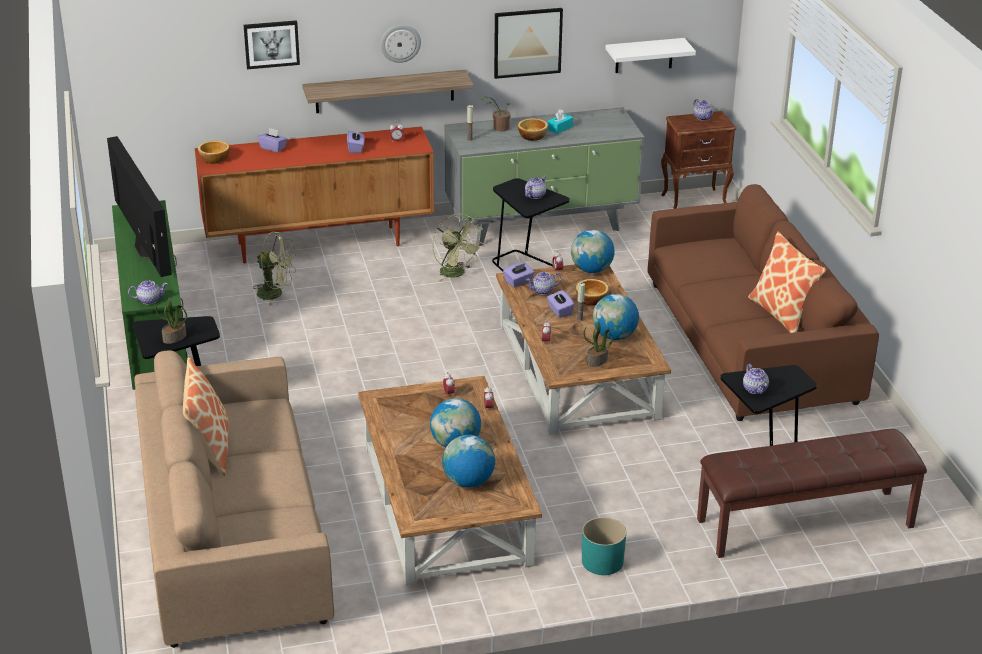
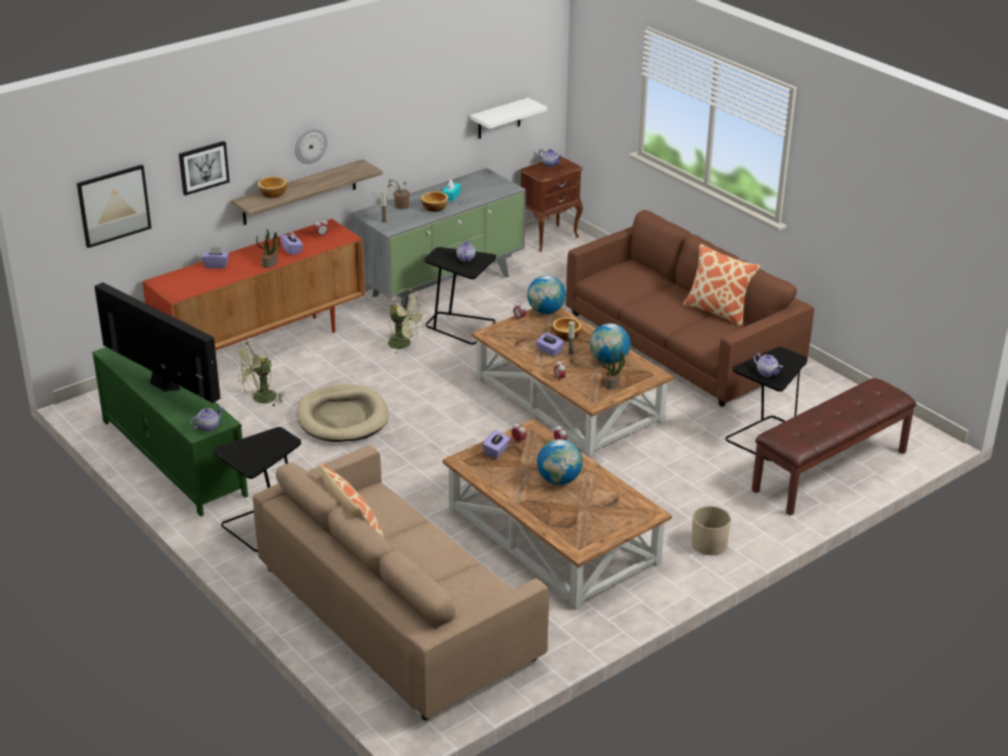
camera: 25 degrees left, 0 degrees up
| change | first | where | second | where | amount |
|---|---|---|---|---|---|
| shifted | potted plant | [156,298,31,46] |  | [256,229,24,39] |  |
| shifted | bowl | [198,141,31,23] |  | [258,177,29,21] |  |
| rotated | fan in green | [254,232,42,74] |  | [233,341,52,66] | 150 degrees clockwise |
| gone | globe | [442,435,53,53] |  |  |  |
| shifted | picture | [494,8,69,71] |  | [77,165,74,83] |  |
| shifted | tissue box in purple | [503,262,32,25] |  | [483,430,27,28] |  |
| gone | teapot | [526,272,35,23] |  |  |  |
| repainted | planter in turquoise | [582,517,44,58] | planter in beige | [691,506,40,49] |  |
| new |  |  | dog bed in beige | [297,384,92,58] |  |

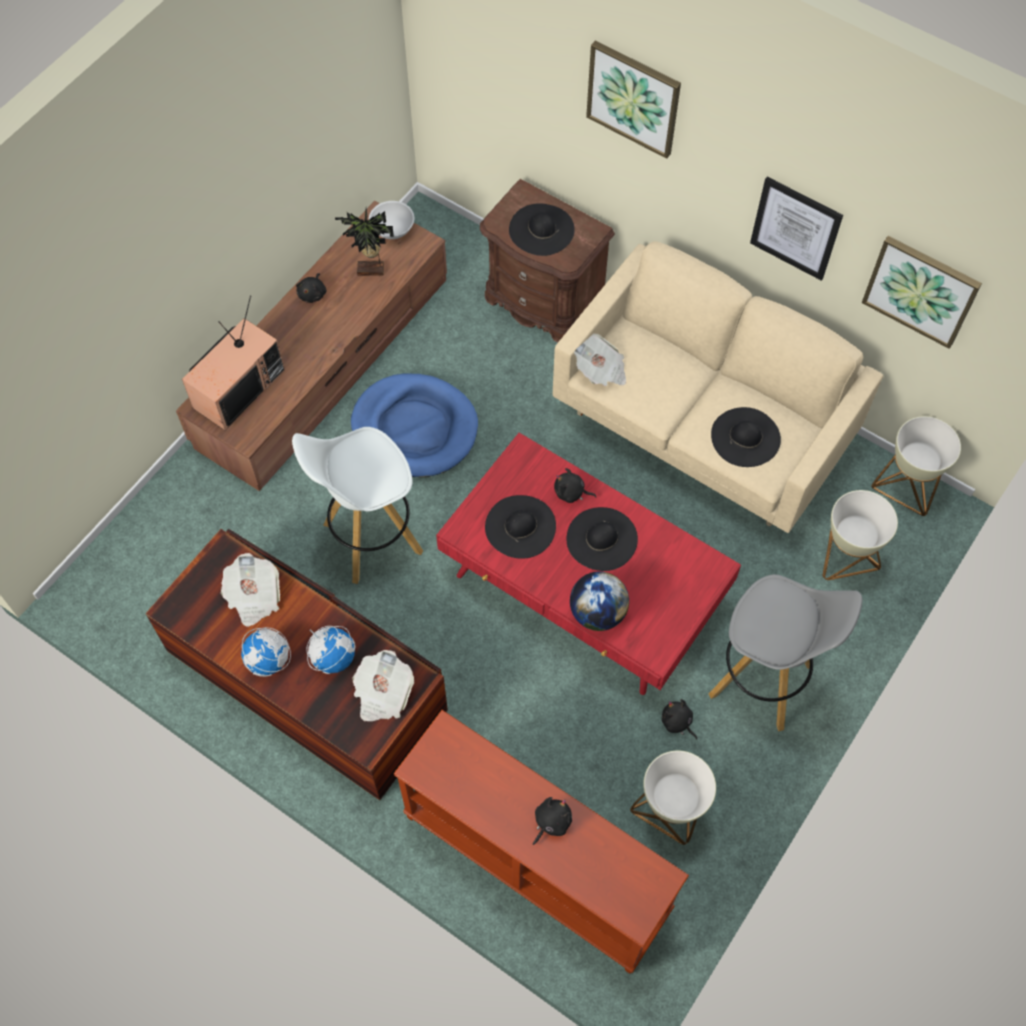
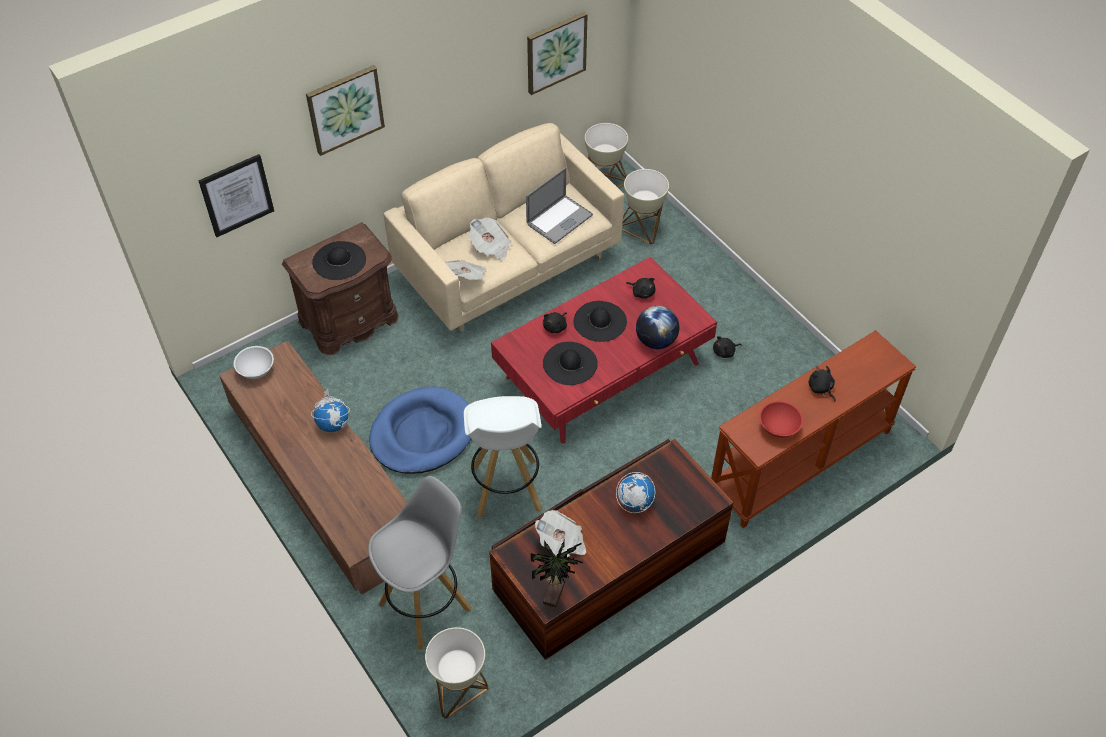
camera: 70 degrees left, 10 degrees down
| change | first | where | second | where | amount |
|---|---|---|---|---|---|
| gone | television | [182,295,103,136] |  |  |  |
| shifted | globe | [241,627,50,50] |  | [311,388,39,44] |  |
| shifted | plush toy in black | [296,273,31,30] |  | [626,278,29,21] |  |
| shifted | potted plant | [335,208,59,68] |  | [531,539,52,69] |  |
| shifted | newspaper | [352,650,62,71] |  | [468,217,44,43] |  |
| shifted | planter | [630,751,86,94] |  | [425,627,64,91] |  |
| shifted | stool in grey | [709,574,153,157] |  | [368,476,103,174] |  |
| swapped | hat in black | [711,407,70,60] | laptop | [526,168,67,76] |  |
| shifted | picture | [750,177,93,104] |  | [198,154,76,83] |  |
| new |  |  | bowl in red | [759,401,44,37] |  |

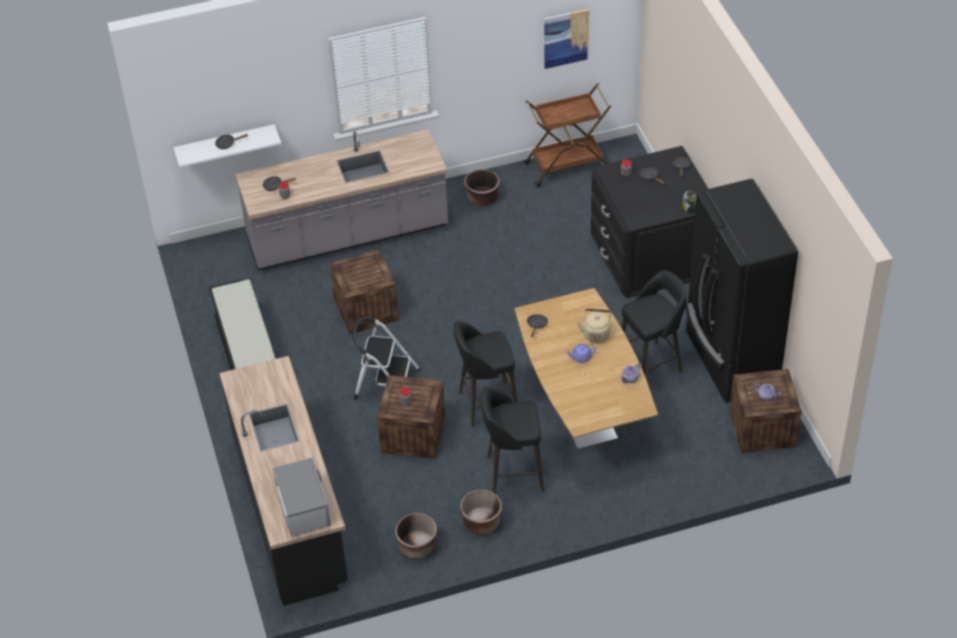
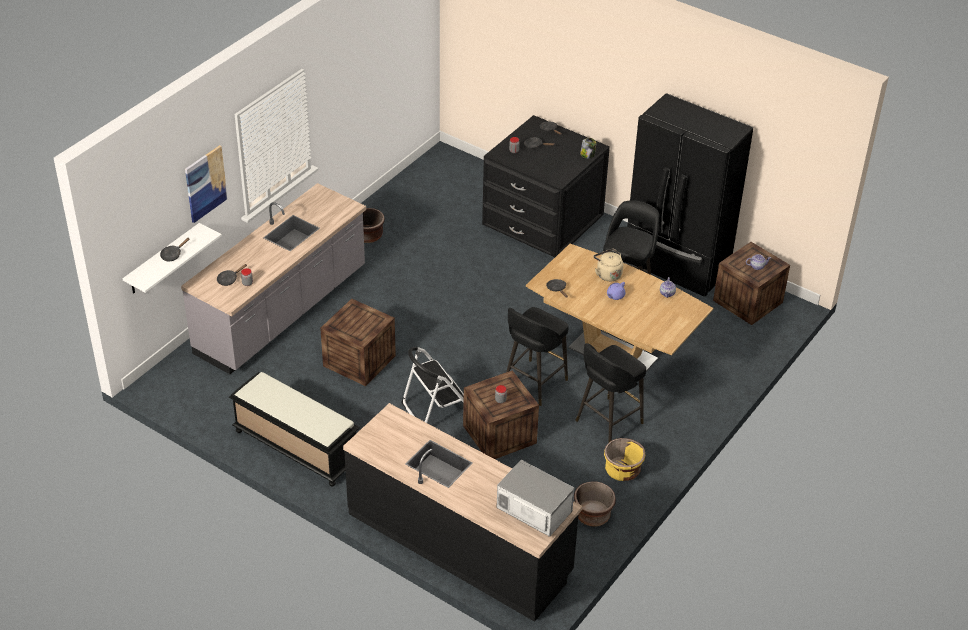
camera: 40 degrees left, 5 degrees down
| change | first | where | second | where | amount |
|---|---|---|---|---|---|
| repainted | planter in brown | [460,489,43,46] | planter in yellow | [604,438,41,43] |  |
| gone | cart in brown | [522,83,90,105] |  |  |  |
| shifted | picture | [544,9,45,60] |  | [185,145,43,78] |  |

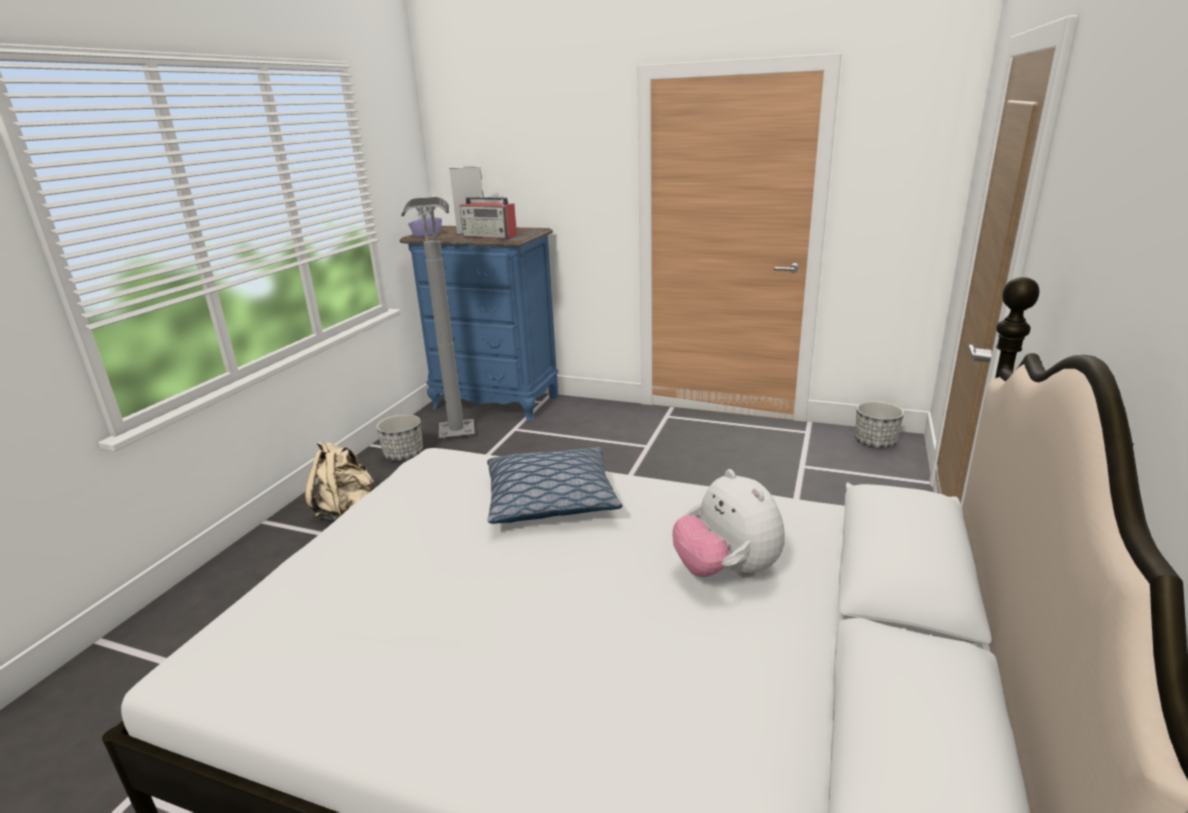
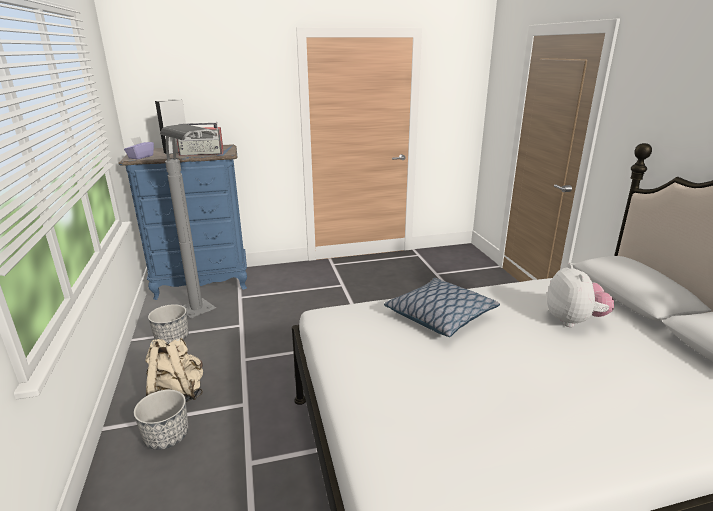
camera: 35 degrees left, 0 degrees up
| change | first | where | second | where | amount |
|---|---|---|---|---|---|
| rotated | plush toy | [672,469,113,109] |  | [547,263,67,64] | 120 degrees counterclockwise |
| shifted | planter | [855,401,49,48] |  | [134,390,55,60] |  |

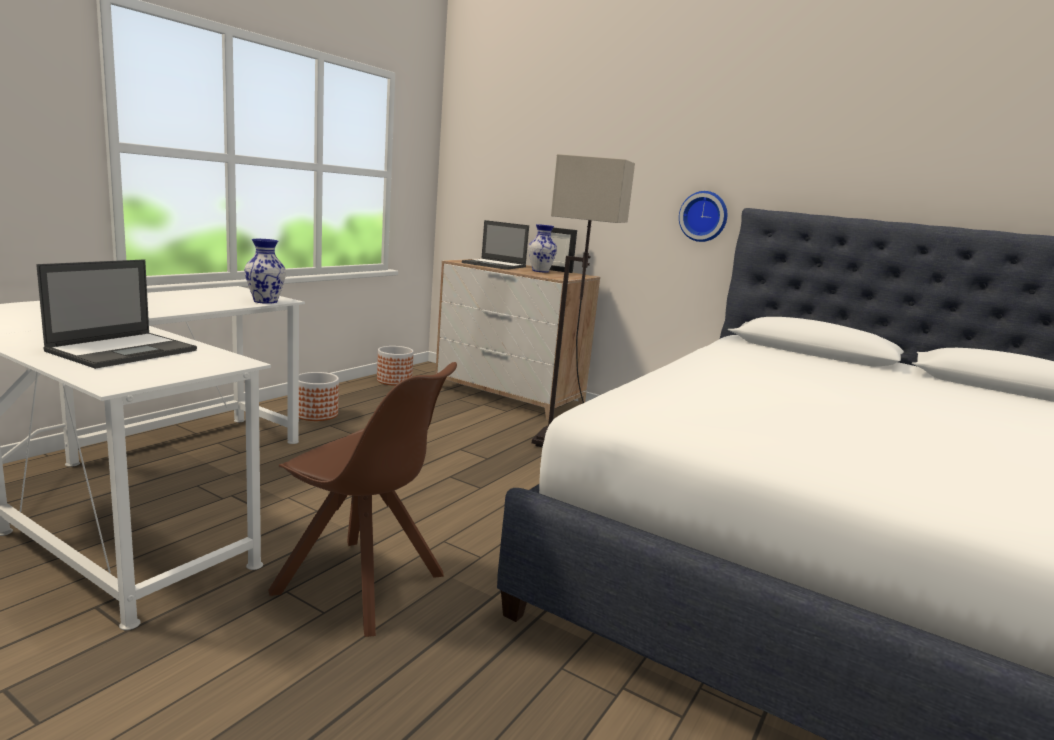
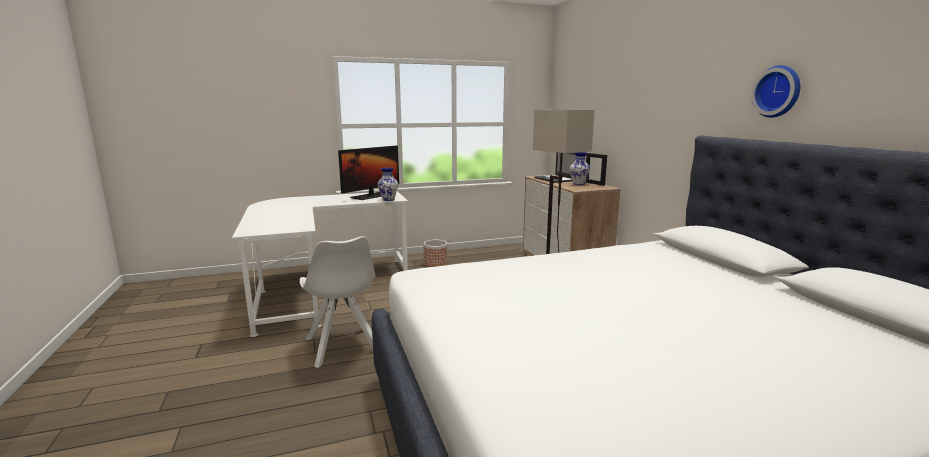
camera: 40 degrees right, 0 degrees up
| change | first | where | second | where | amount |
|---|---|---|---|---|---|
| gone | laptop | [36,259,161,110] |  |  |  |
| repainted | chair in brown | [268,362,189,275] | chair in white | [300,236,76,132] |  |
| gone | planter | [377,346,37,40] |  |  |  |
| shifted | wall clock | [679,191,48,51] |  | [751,65,49,53] |  |
| new |  |  | monitor | [338,146,61,54] |  |

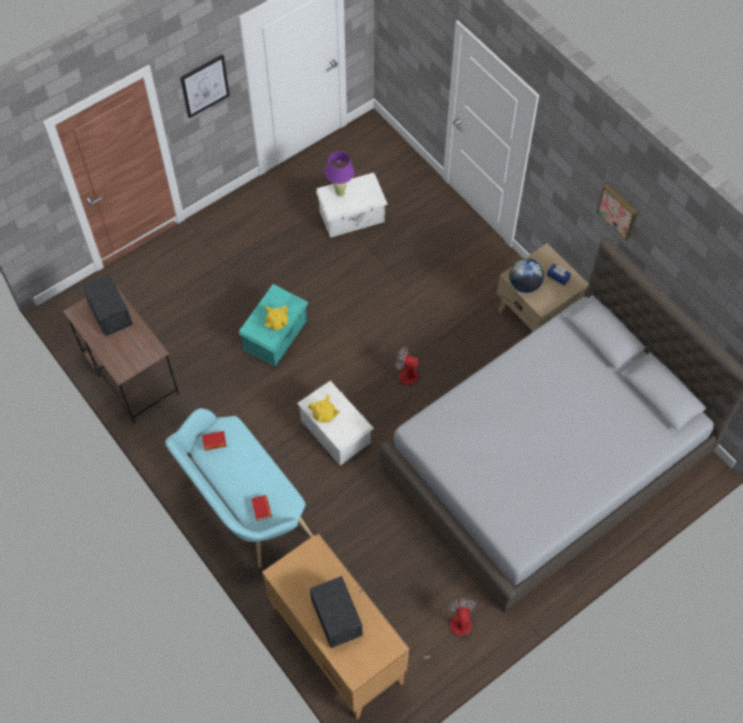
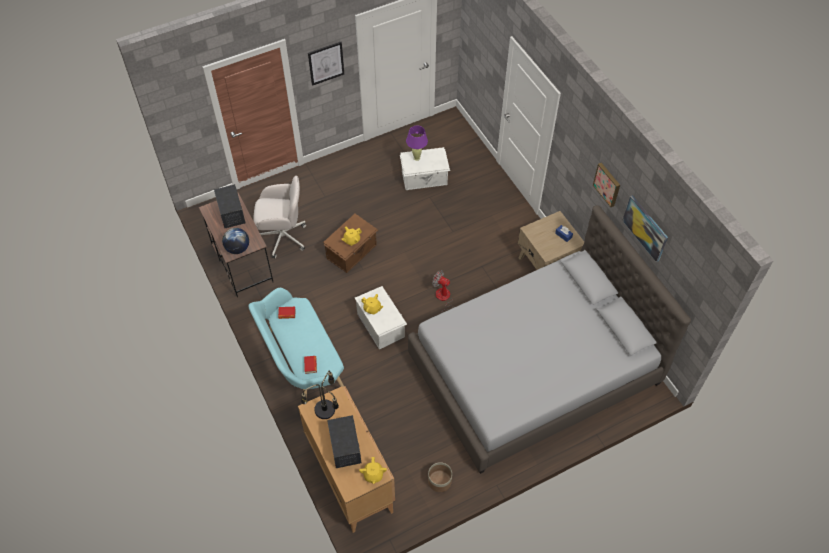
camera: 10 degrees right, 5 degrees down
| change | first | where | second | where | amount |
|---|---|---|---|---|---|
| repainted | storage box in turquoise | [239,284,70,82] | storage box in brown | [323,214,55,59] |  |
| swapped | fan | [424,598,52,61] | planter | [428,462,24,30] |  |
| shifted | globe | [509,258,35,35] |  | [222,228,27,26] |  |
| new |  |  | office chair in white | [254,176,52,82] |  |
| new |  |  | table lamp | [301,370,38,49] |  |
| new |  |  | teapot in yellow | [359,457,28,27] |  |
| new |  |  | picture | [622,195,46,67] |  |

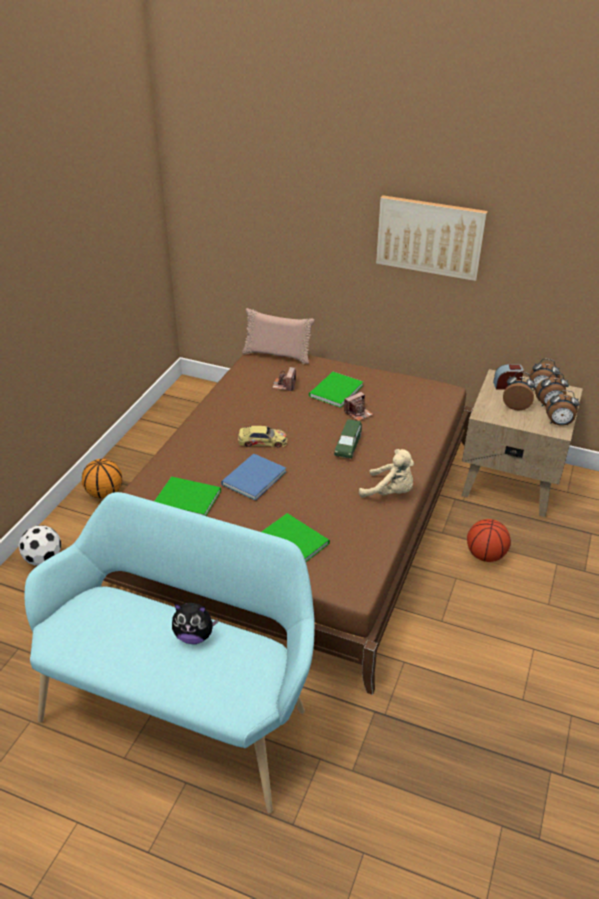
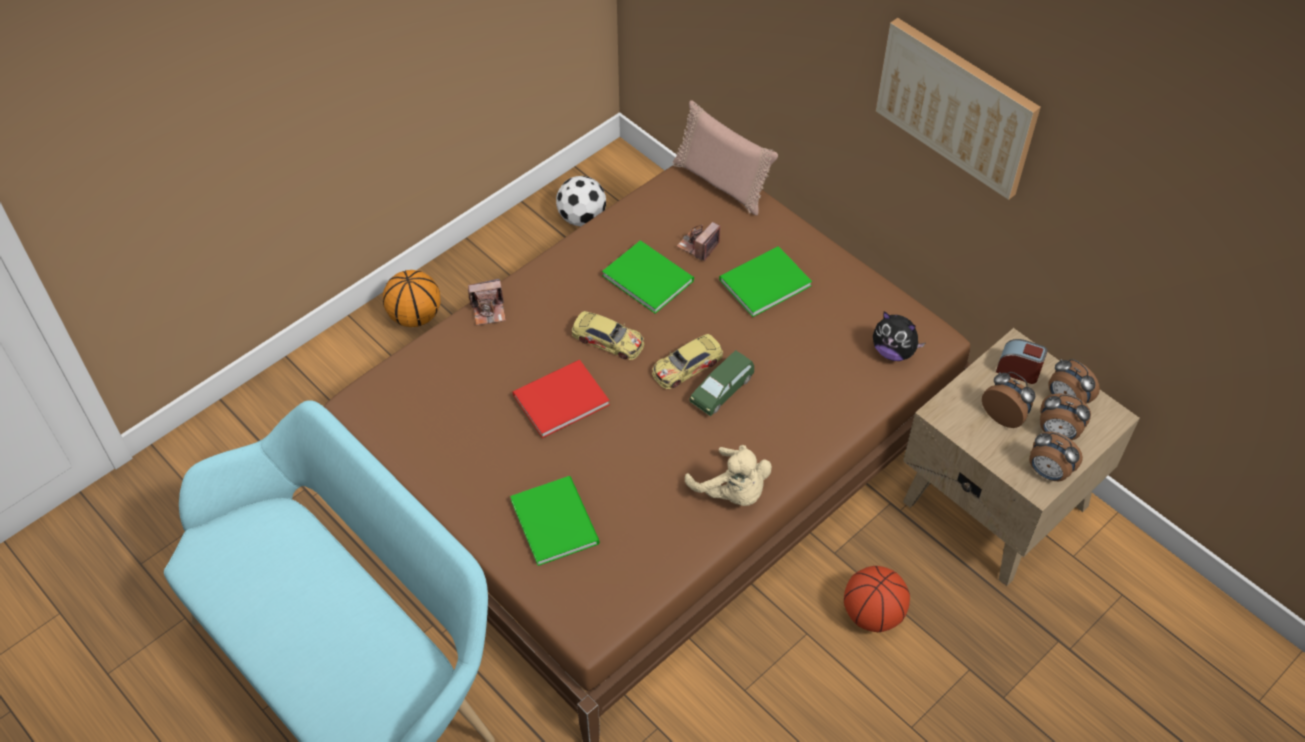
camera: 25 degrees right, 15 degrees up
| change | first | where | second | where | amount |
|---|---|---|---|---|---|
| shifted | football | [19,526,42,40] |  | [556,176,50,50] |  |
| shifted | book in green | [155,476,66,40] |  | [602,240,92,74] |  |
| shifted | plush toy | [172,603,46,41] |  | [873,311,52,50] |  |
| repainted | book in blue | [221,453,65,48] | book in red | [512,360,98,78] |  |
| shifted | photo camera | [344,391,29,30] |  | [468,279,38,46] |  |
| new |  |  | toy car | [652,334,71,55] |  |

